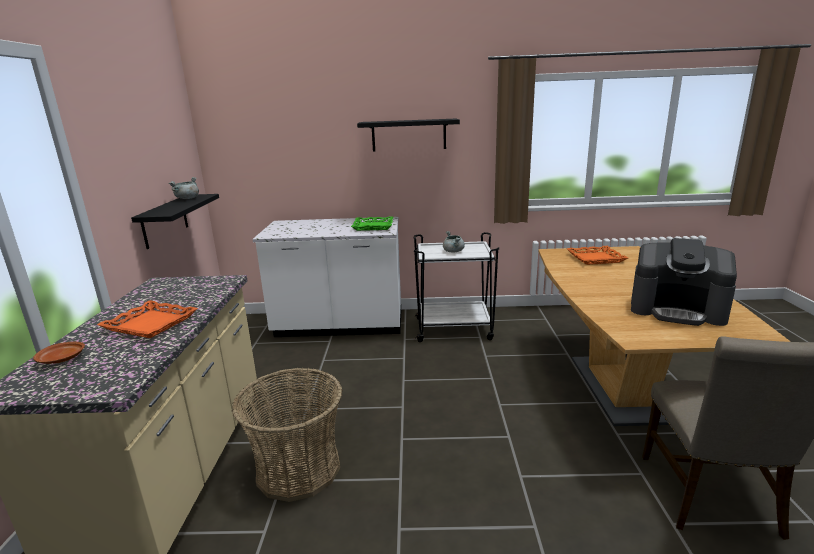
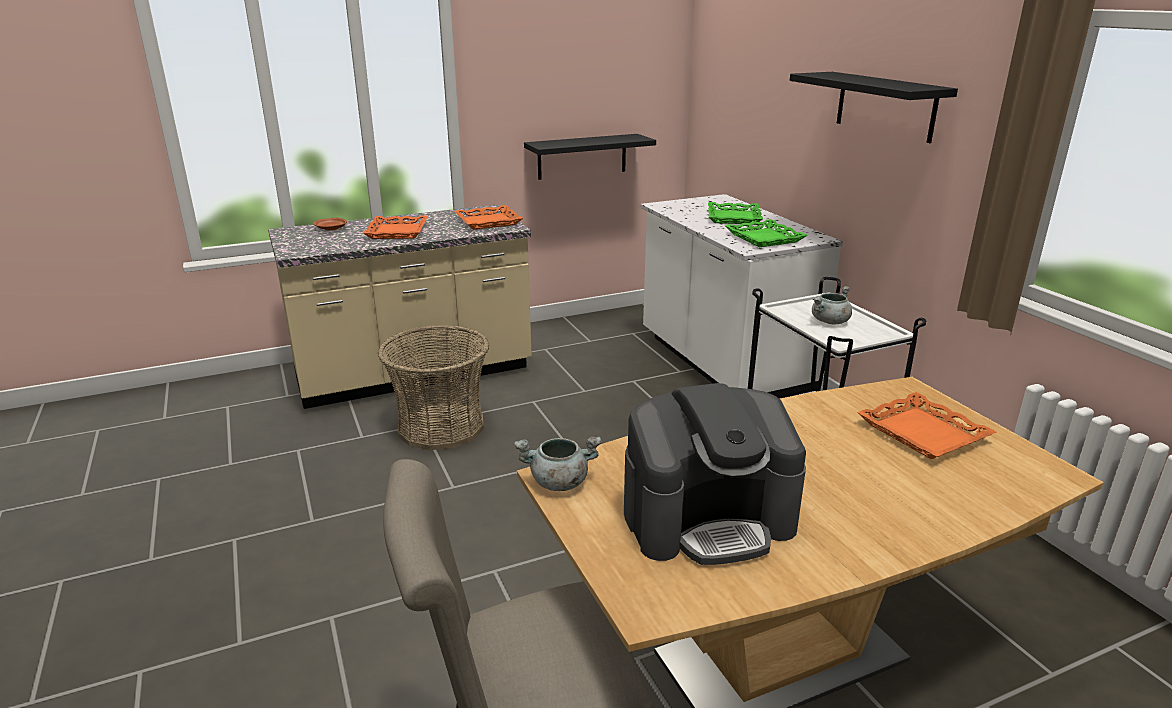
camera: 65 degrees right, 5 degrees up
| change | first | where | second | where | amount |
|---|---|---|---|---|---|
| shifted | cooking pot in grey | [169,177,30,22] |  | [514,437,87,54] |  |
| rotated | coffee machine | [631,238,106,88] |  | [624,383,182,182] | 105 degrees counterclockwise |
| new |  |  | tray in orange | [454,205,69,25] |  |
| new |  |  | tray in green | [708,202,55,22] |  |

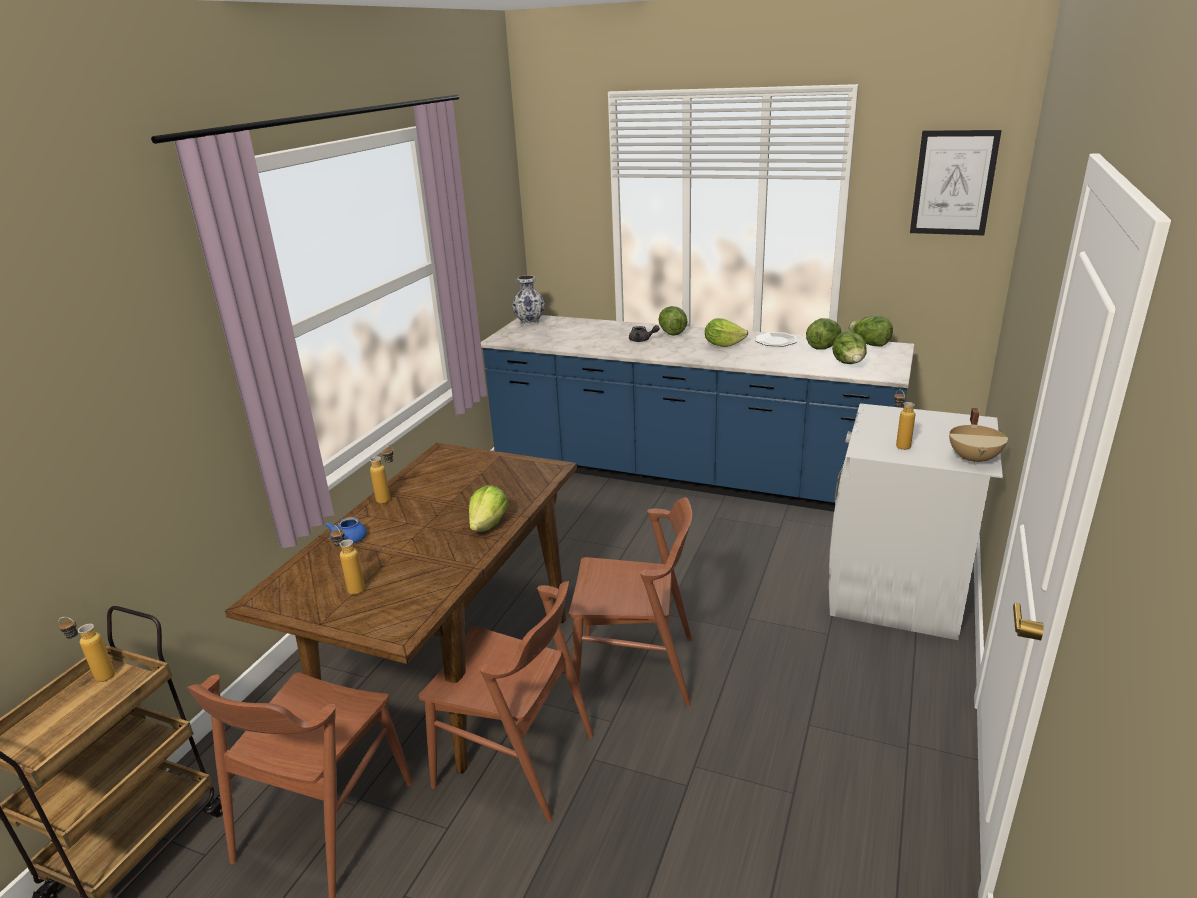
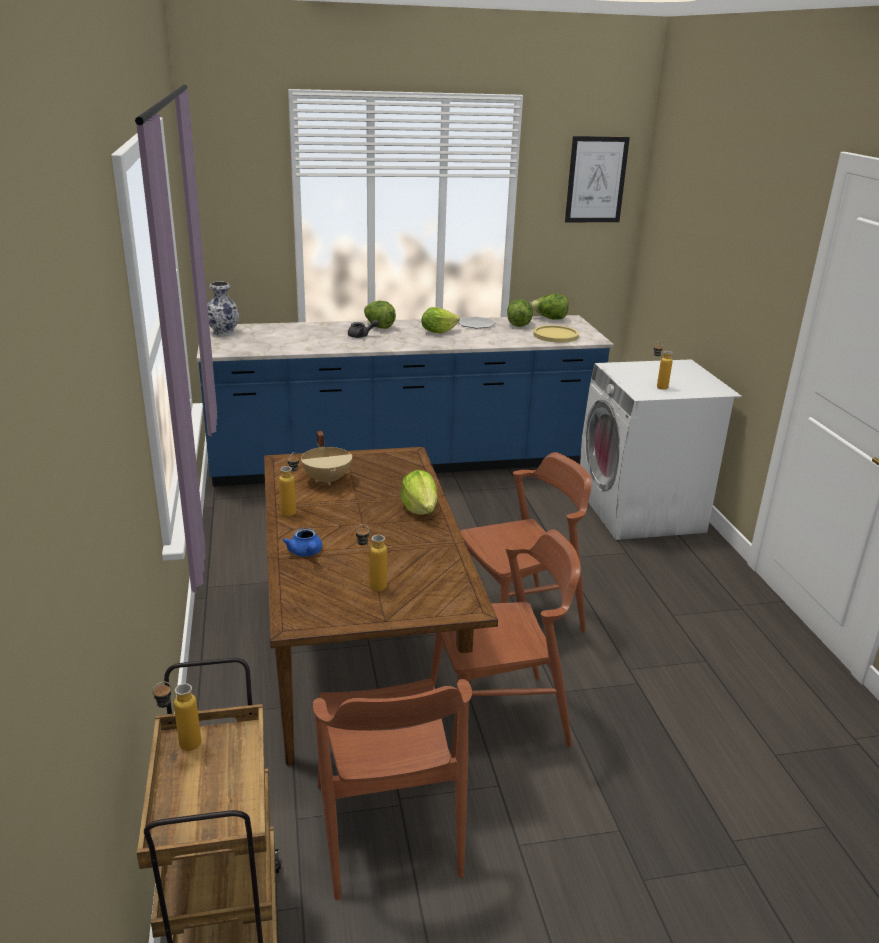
camera: 35 degrees left, 0 degrees up
| change | first | where | second | where | amount |
|---|---|---|---|---|---|
| swapped | lettuce | [832,331,35,33] | plate in yellow | [534,325,45,18] |  |
| shifted | cooking pot in beige | [949,408,59,57] |  | [301,431,51,54] |  |

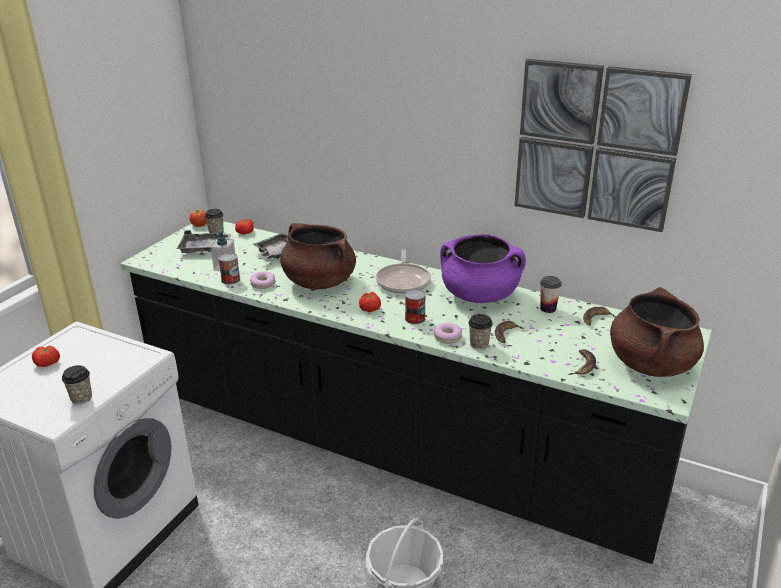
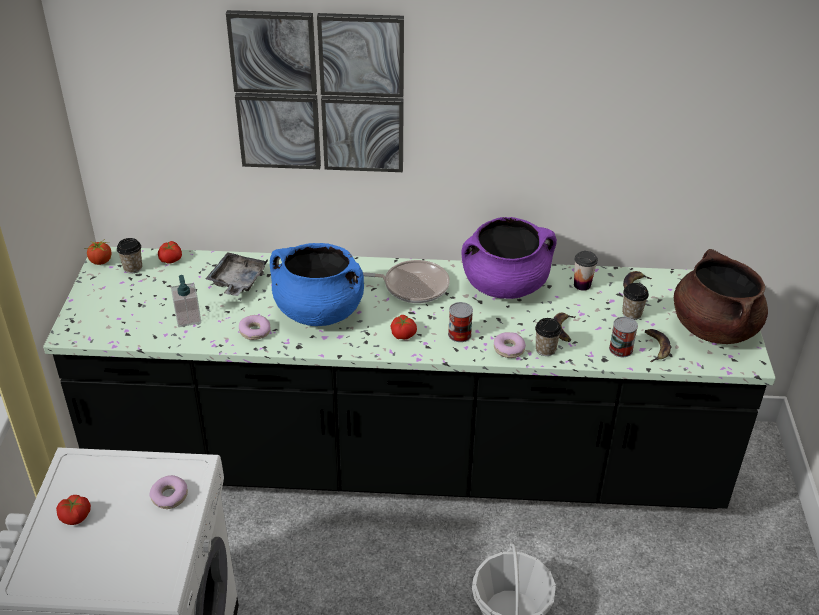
camera: 25 degrees left, 10 degrees up
| change | first | where | second | where | amount |
|---|---|---|---|---|---|
| shifted | cup | [62,365,30,39] |  | [622,283,27,37] |  |
| gone | tray in grey | [177,230,54,23] |  |  |  |
| shifted | can | [218,253,22,32] |  | [609,317,29,40] |  |
| repainted | cooking pot in brown | [280,223,76,66] | cooking pot in blue | [270,243,94,83] |  |
| rotated | frying pan | [376,249,55,45] |  | [363,260,87,43] | 60 degrees counterclockwise |
| shifted | picture | [514,59,178,173] |  | [226,10,178,162] |  |
| new |  |  | donut | [150,475,38,34] |  |

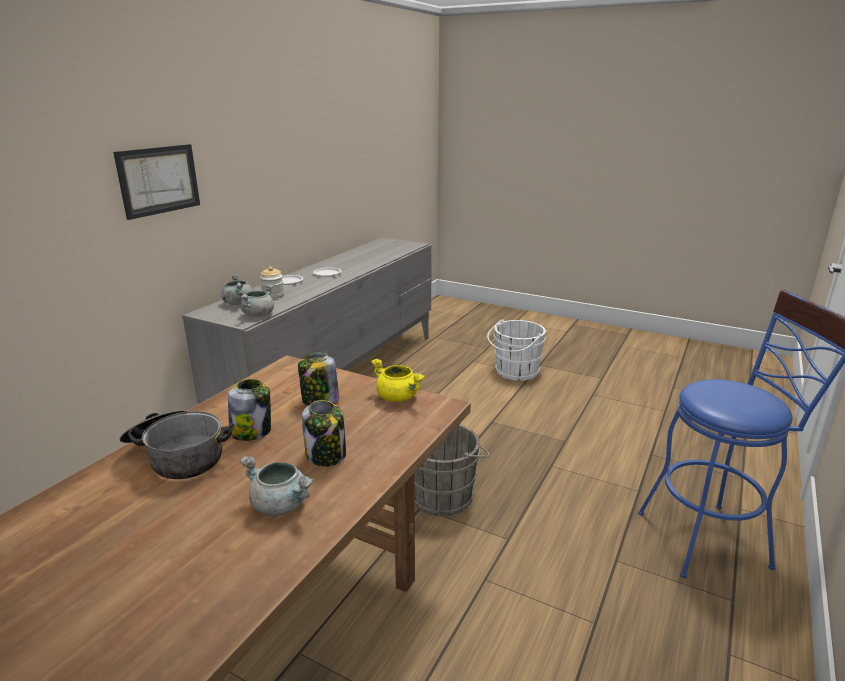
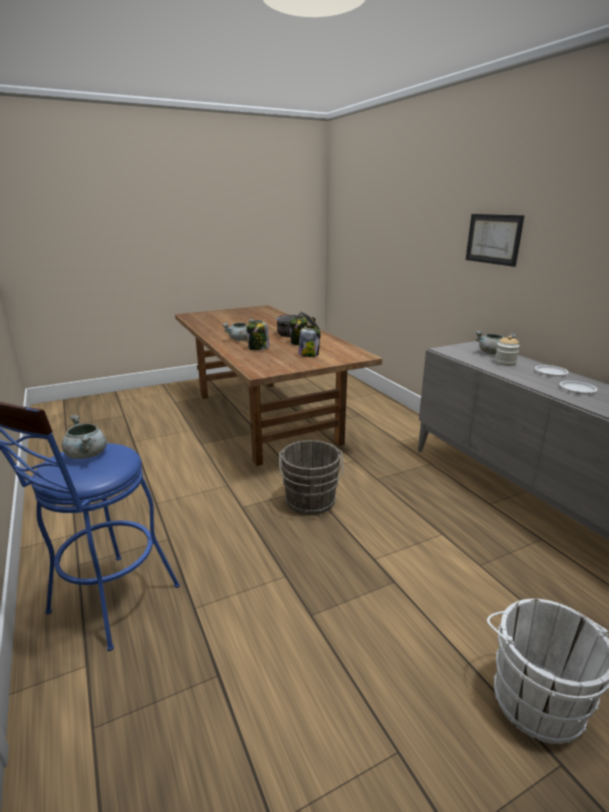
camera: 125 degrees right, 0 degrees up
| change | first | where | second | where | amount |
|---|---|---|---|---|---|
| shifted | cooking pot in grey | [240,284,34,33] |  | [61,415,46,44] |  |
| gone | cooking pot in yellow | [371,359,54,43] |  |  |  |

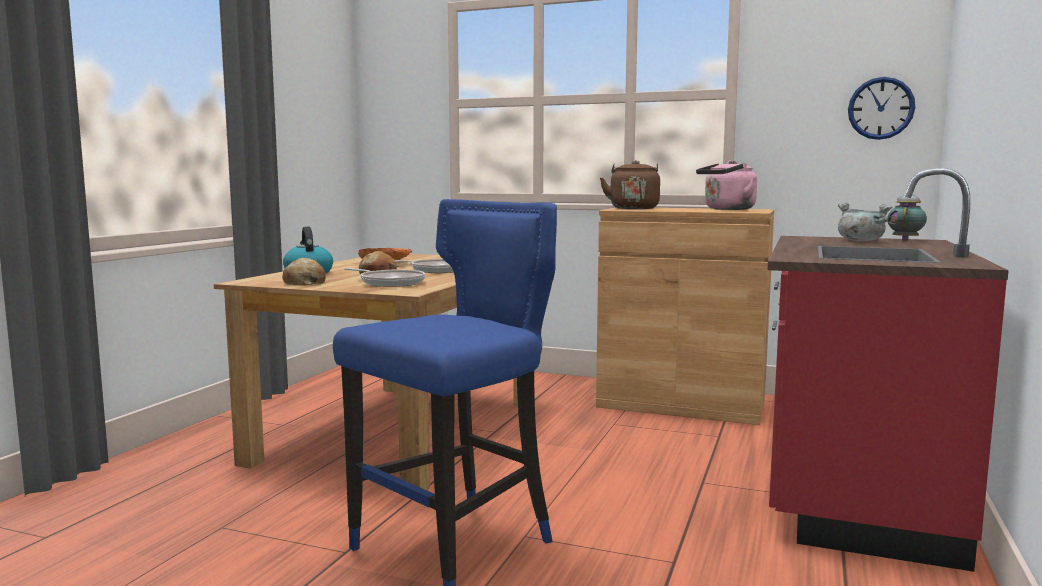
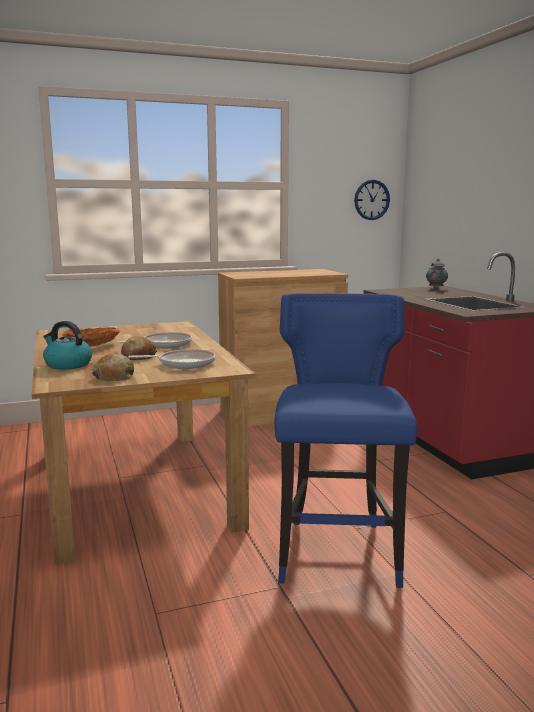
camera: 40 degrees left, 5 degrees up
| change | first | where | second | where | amount |
|---|---|---|---|---|---|
| gone | kettle in brown | [600,160,60,49] |  |  |  |
| gone | kettle in pink | [696,160,61,50] |  |  |  |
| gone | cooking pot in grey | [838,203,54,38] |  |  |  |

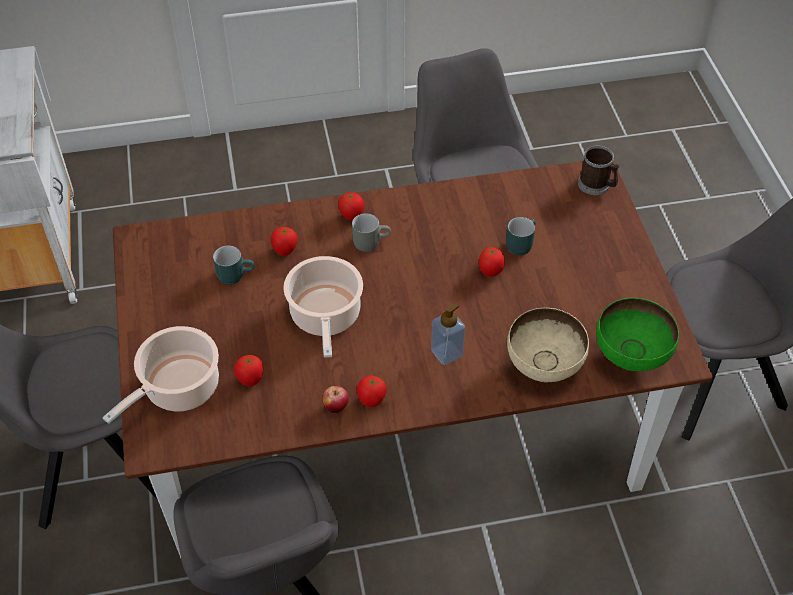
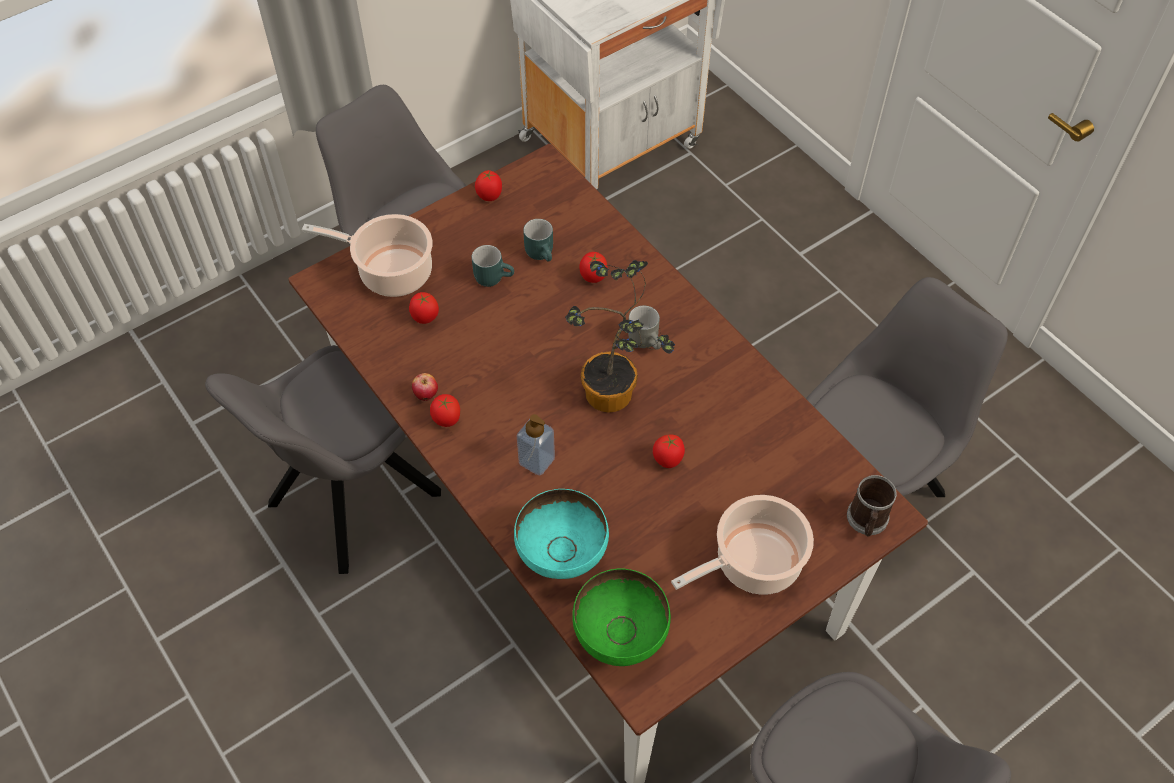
camera: 65 degrees right, 5 degrees up
| change | first | where | second | where | amount |
|---|---|---|---|---|---|
| shifted | cooking pot | [283,256,80,102] |  | [671,495,143,100] |  |
| shifted | tomato | [338,192,26,29] |  | [475,170,27,31] |  |
| shifted | mug in turquoise | [506,217,30,38] |  | [472,245,42,42] |  |
| repainted | bowl in beige | [507,308,82,75] | bowl in turquoise | [514,489,95,90] |  |
| new |  |  | potted plant | [565,260,110,153] |  |

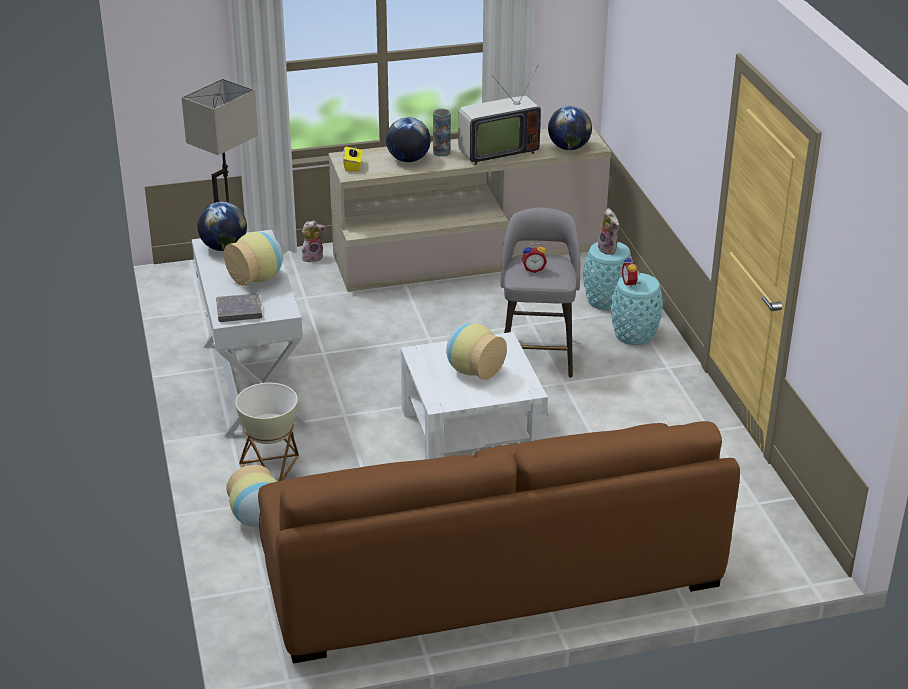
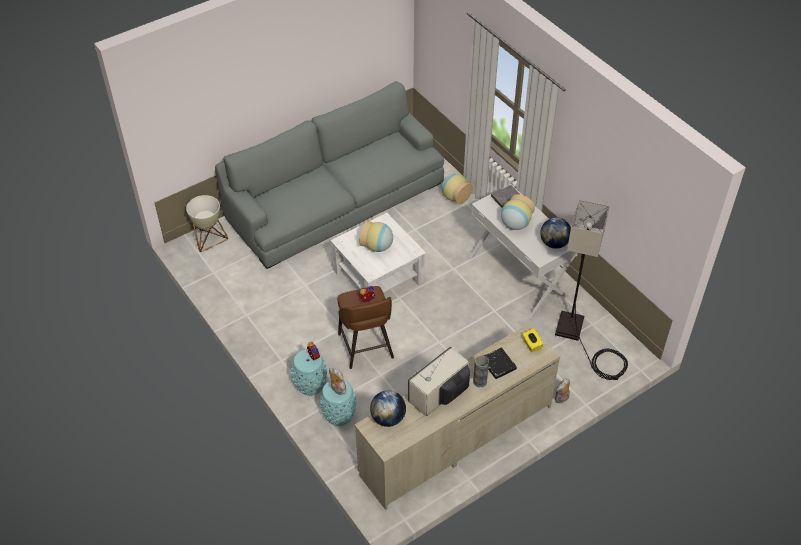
camera: 160 degrees right, 15 degrees up
| change | first | where | second | where | amount |
|---|---|---|---|---|---|
| shifted | planter | [235,383,64,98] |  | [186,195,42,57] |  |
| repainted | sofa in brown | [258,421,482,243] | sofa in grey | [215,81,229,188] |  |
| swapped | globe | [386,117,45,45] | book in black | [484,348,33,31] |  |
| repainted | stool in grey | [501,208,79,170] | stool in brown | [338,286,56,83] |  |

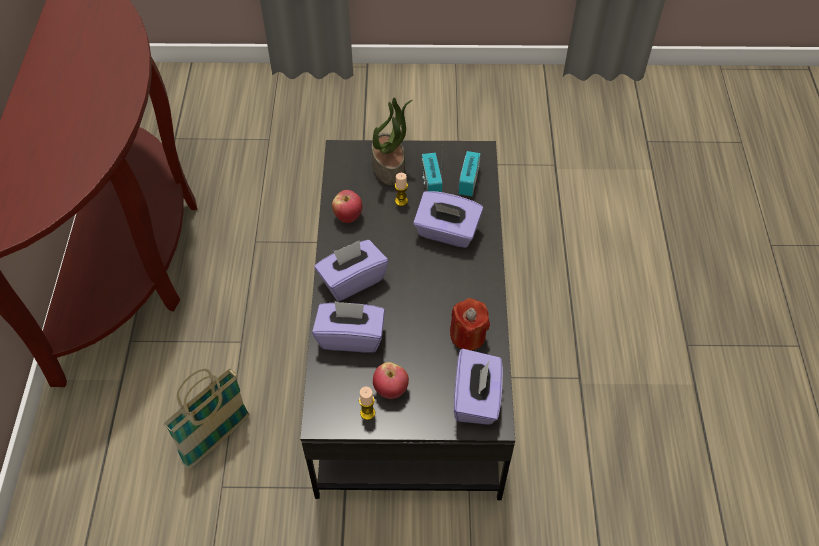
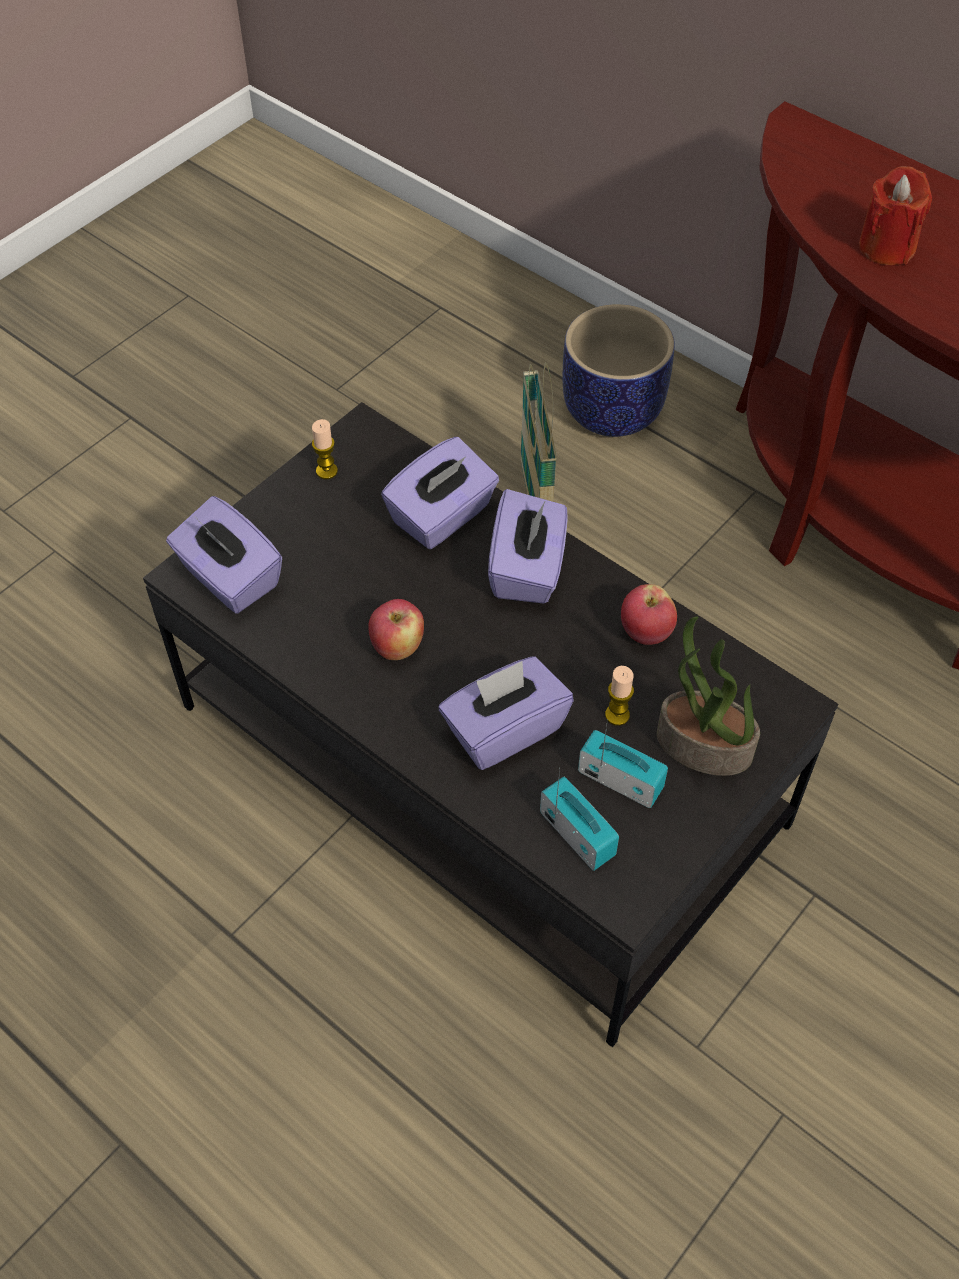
camera: 130 degrees right, 0 degrees up
| change | first | where | second | where | amount |
|---|---|---|---|---|---|
| shifted | apple | [373,362,36,37] |  | [368,599,56,61] |  |
| shifted | candle in red | [450,298,40,53] |  | [859,166,73,99] |  |
| new |  |  | planter | [562,304,113,133] |  |

